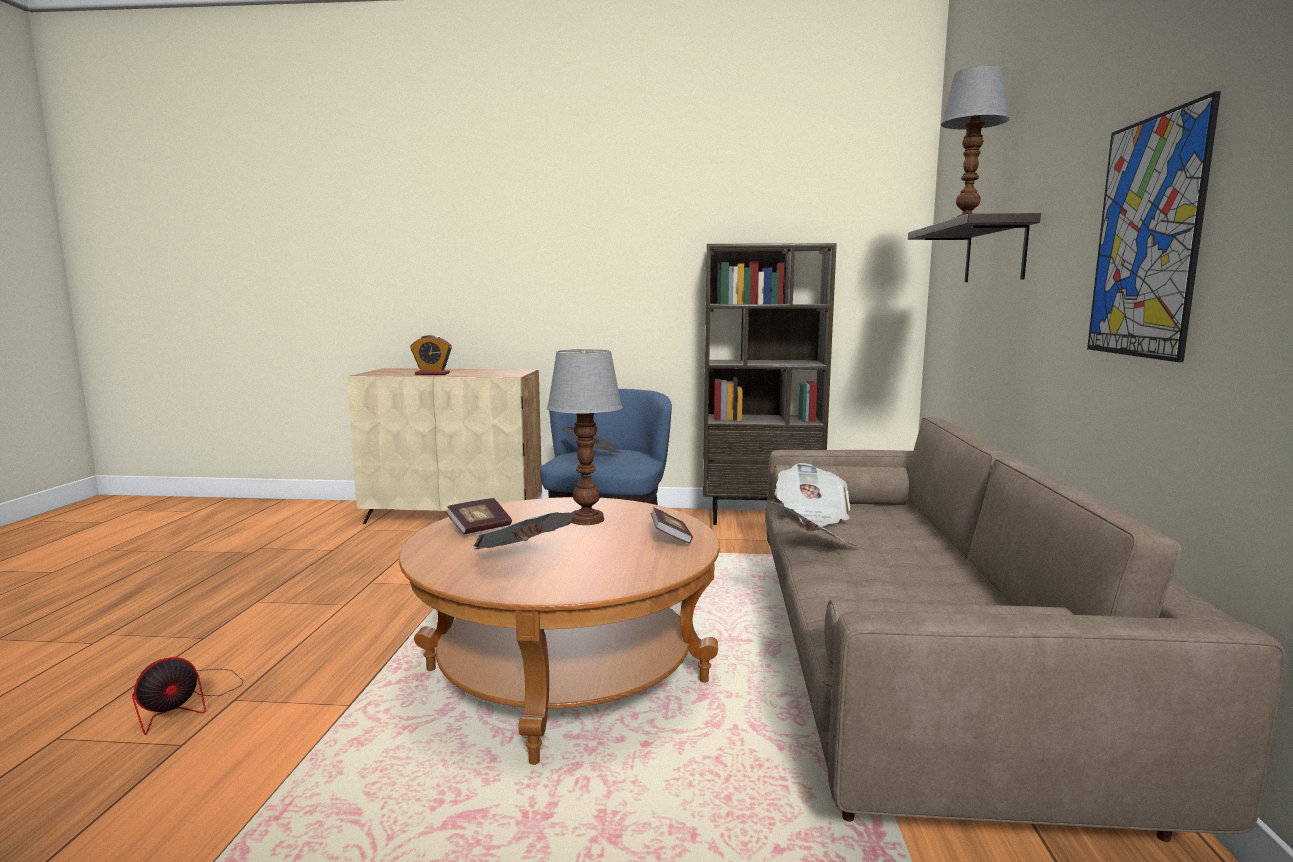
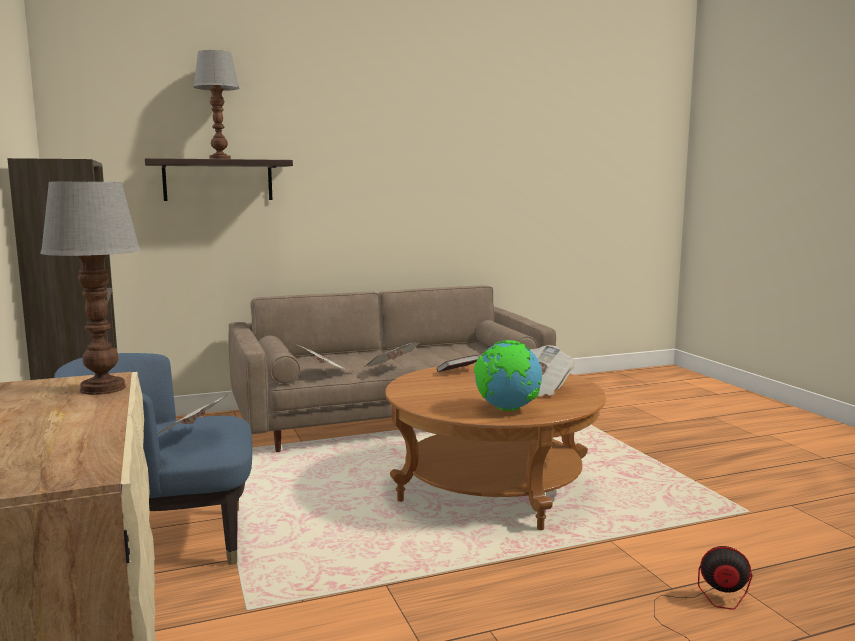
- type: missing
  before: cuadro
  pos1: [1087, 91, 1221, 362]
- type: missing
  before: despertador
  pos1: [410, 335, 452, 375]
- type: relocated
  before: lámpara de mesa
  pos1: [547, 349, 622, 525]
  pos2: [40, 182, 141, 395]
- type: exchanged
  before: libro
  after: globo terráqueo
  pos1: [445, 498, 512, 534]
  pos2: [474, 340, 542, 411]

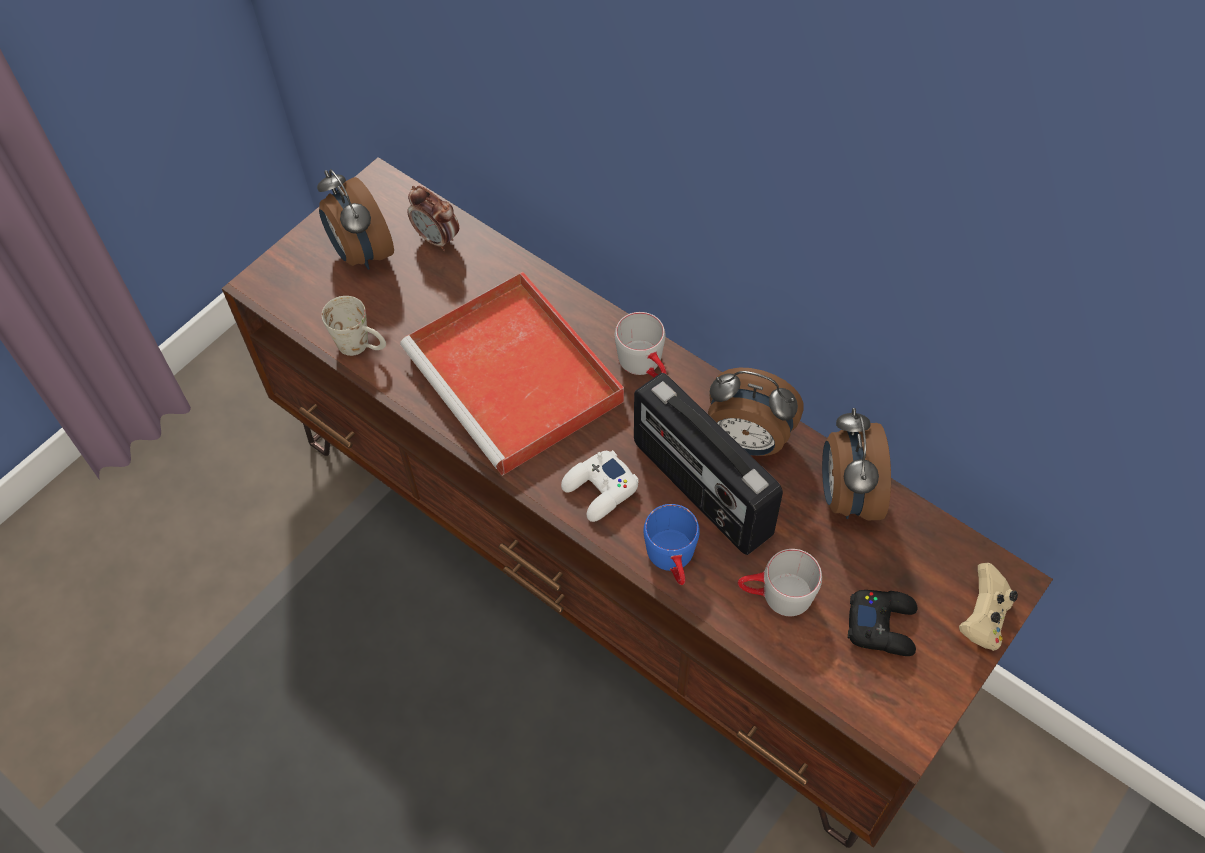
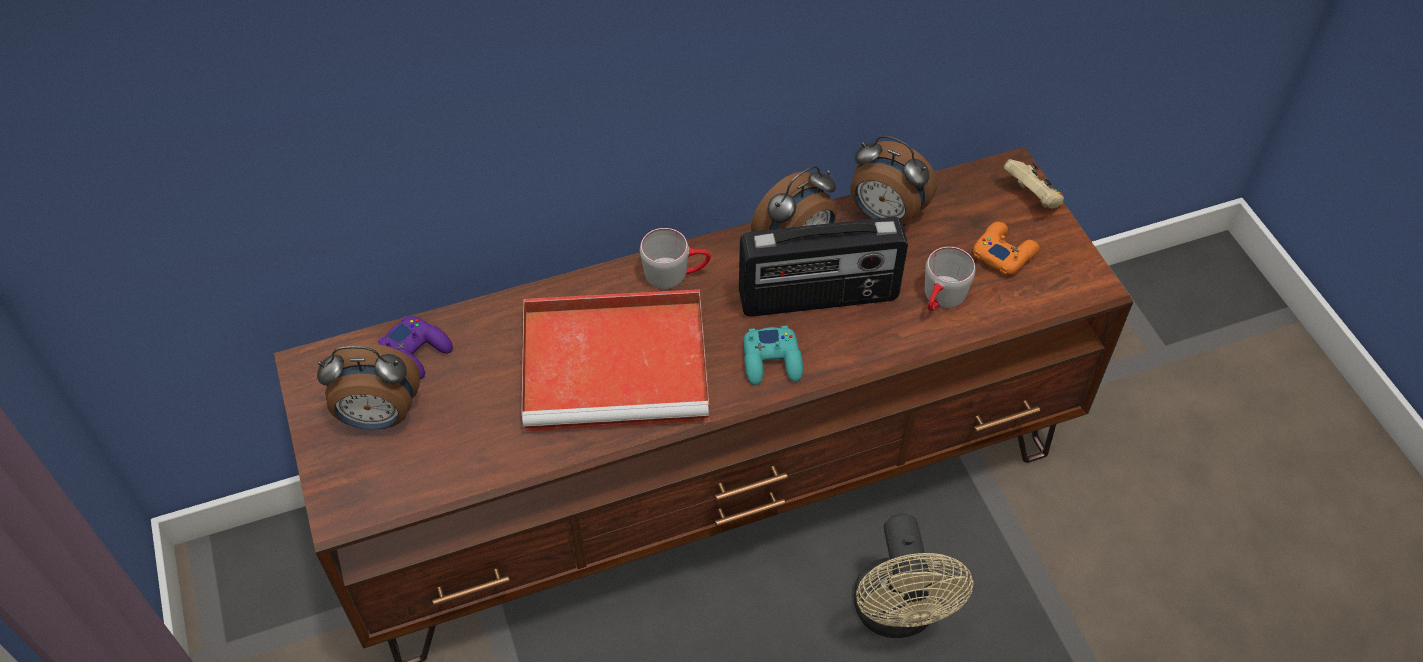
- type: exchanged
  before: despertador
  after: mando de consola (morado)
  pos1: [407, 186, 459, 251]
  pos2: [378, 316, 453, 379]
- type: missing
  before: taza grande (blanco)
  pos1: [322, 296, 386, 356]
- type: colour
  before: mando de consola (blanco)
  after: mando de consola (turquesa)
  pos1: [561, 450, 639, 522]
  pos2: [743, 326, 803, 385]
- type: missing
  before: taza grande (azul)
  pos1: [644, 504, 700, 585]
- type: colour
  before: mando de consola (negro)
  after: mando de consola (naranja)
  pos1: [848, 590, 918, 656]
  pos2: [973, 222, 1040, 275]
- type: appeared
  after: ventilador (beis)
  pos2: [854, 514, 973, 638]

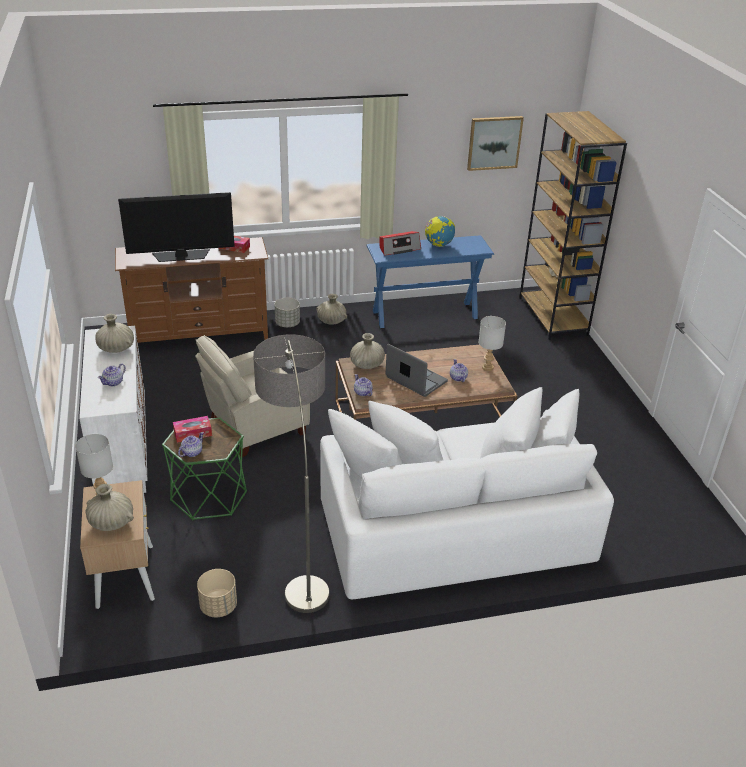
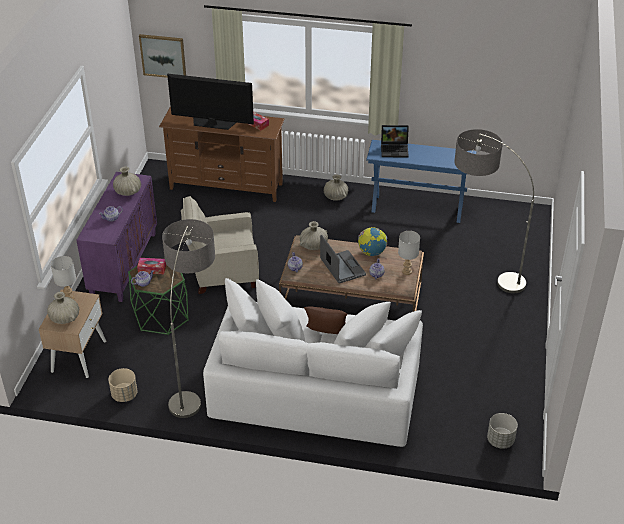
- type: missing
  before: estantería (marrón)
  pos1: [519, 111, 627, 340]
- type: relocated
  before: cuadro
  pos1: [467, 116, 524, 171]
  pos2: [139, 34, 186, 78]
- type: relocated
  before: globo terráqueo
  pos1: [425, 216, 455, 247]
  pos2: [358, 227, 387, 256]
- type: exchanged
  before: radio
  after: portátil
  pos1: [379, 231, 421, 256]
  pos2: [381, 125, 409, 158]
- type: relocated
  before: maceta (gris)
  pos1: [275, 298, 300, 327]
  pos2: [487, 413, 518, 448]
- type: colour
  before: armario (blanco)
  after: armario (morado)
  pos1: [79, 326, 148, 493]
  pos2: [76, 172, 157, 302]
- type: appeared
  after: lámpara de pie
  pos2: [454, 129, 534, 293]
- type: appeared
  after: cojín (marrón)
  pos2: [304, 306, 347, 334]

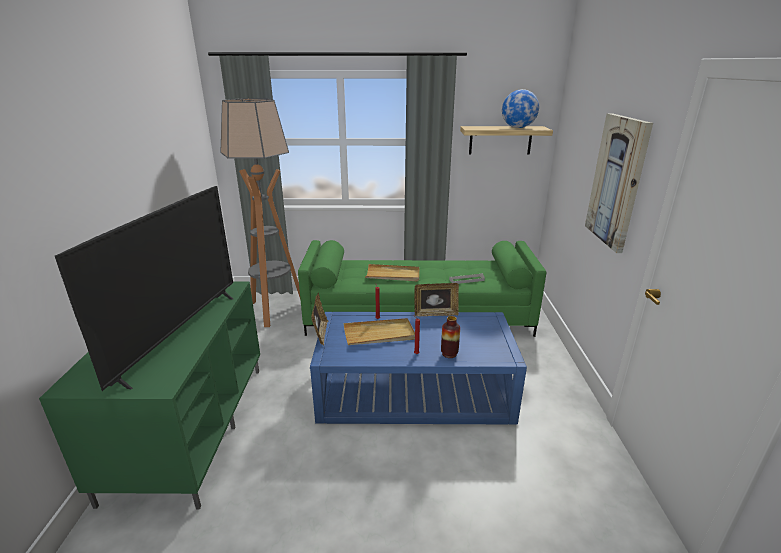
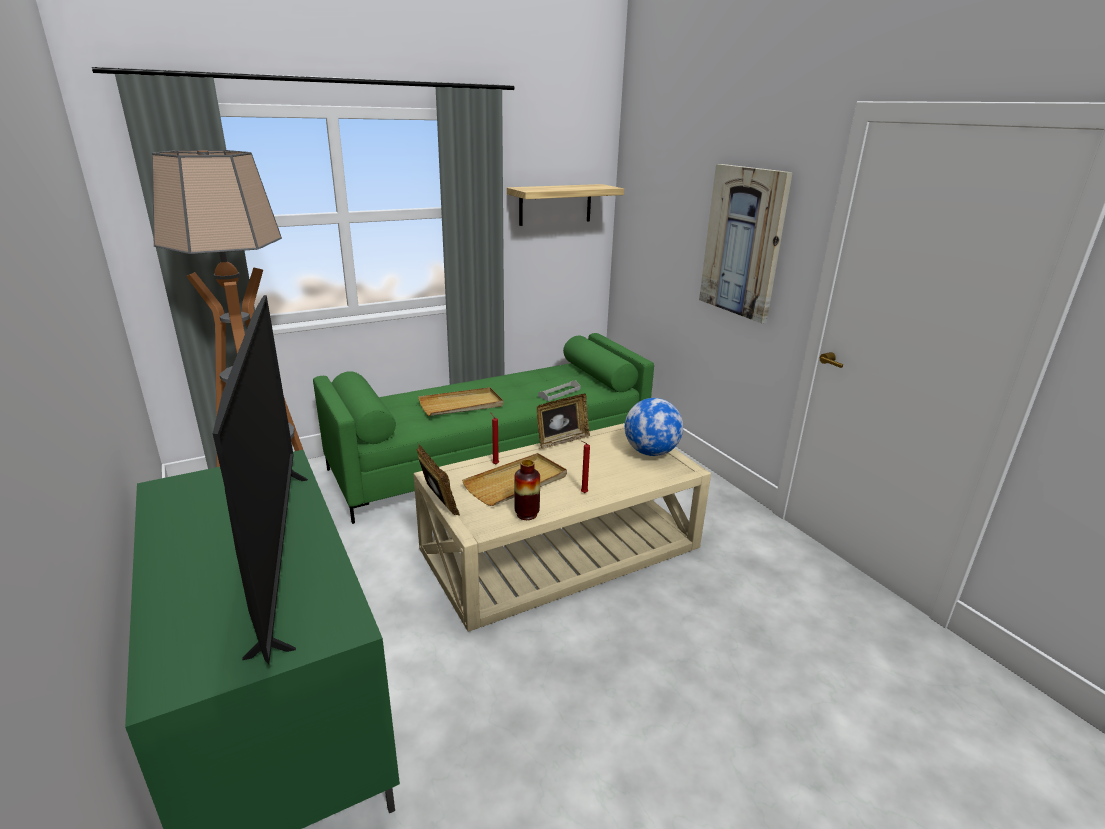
- type: relocated
  before: globo terráqueo
  pos1: [502, 89, 539, 128]
  pos2: [625, 398, 683, 456]
- type: colour
  before: mesa de centro (azul)
  after: mesa de centro (beis)
  pos1: [310, 312, 527, 424]
  pos2: [414, 423, 711, 632]
- type: relocated
  before: florero
  pos1: [441, 316, 460, 358]
  pos2: [514, 459, 540, 520]

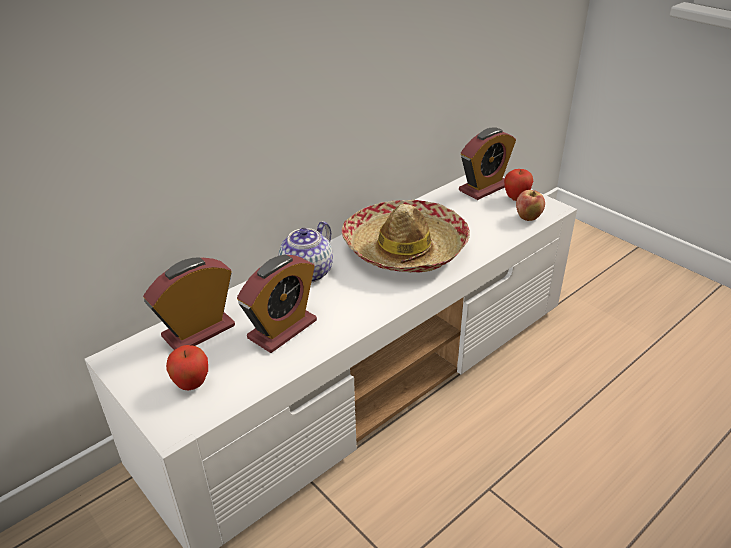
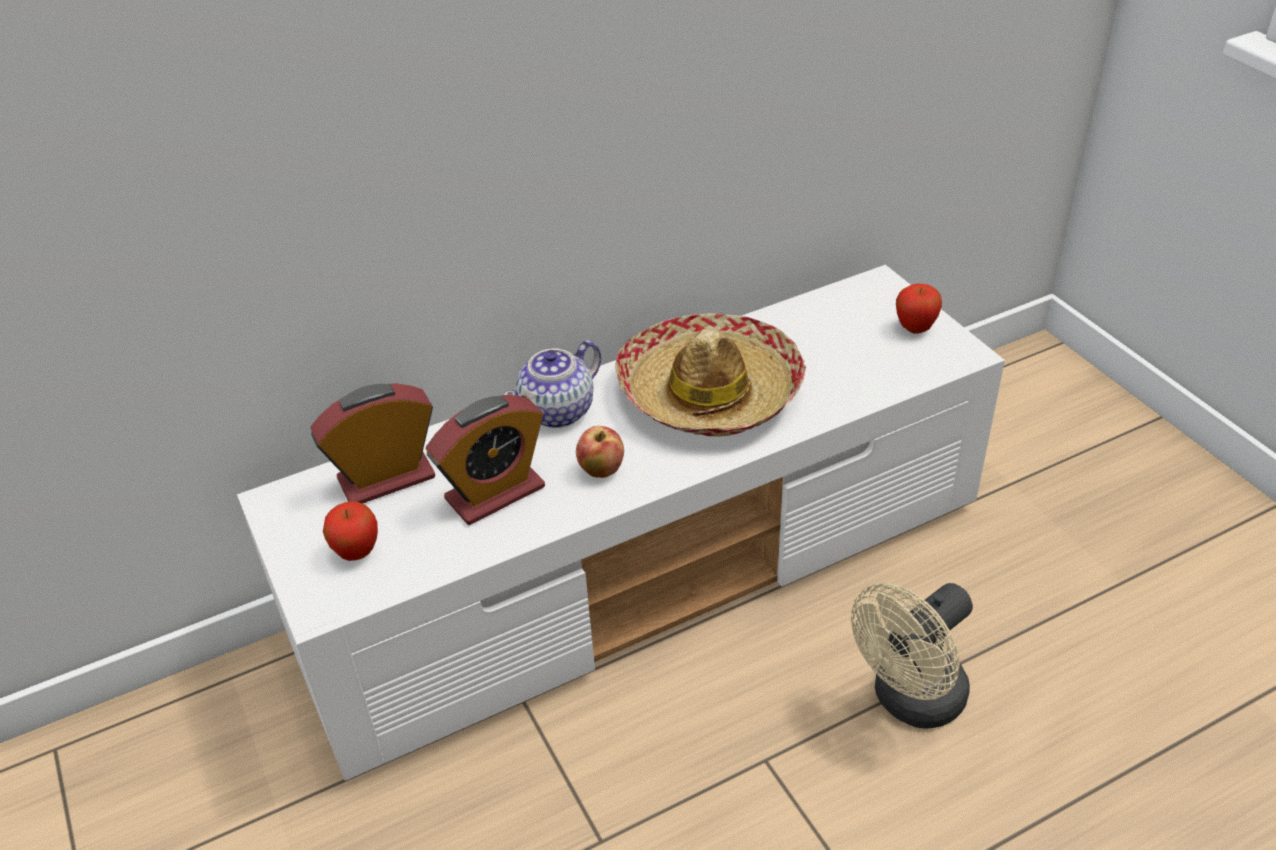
- type: missing
  before: despertador
  pos1: [459, 127, 516, 200]
- type: relocated
  before: manzana
  pos1: [516, 190, 545, 221]
  pos2: [576, 426, 624, 478]
- type: appeared
  after: ventilador (beis)
  pos2: [851, 583, 973, 729]

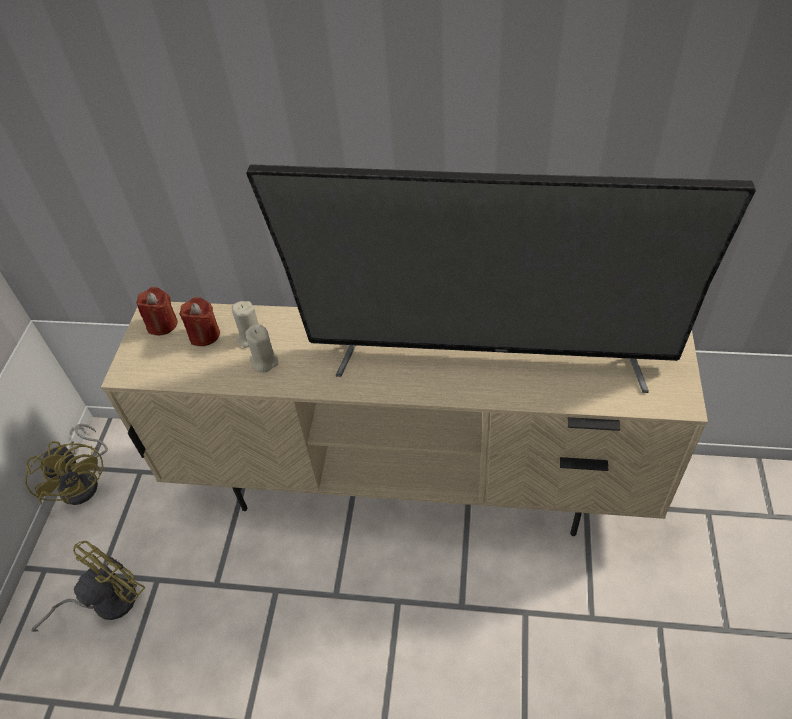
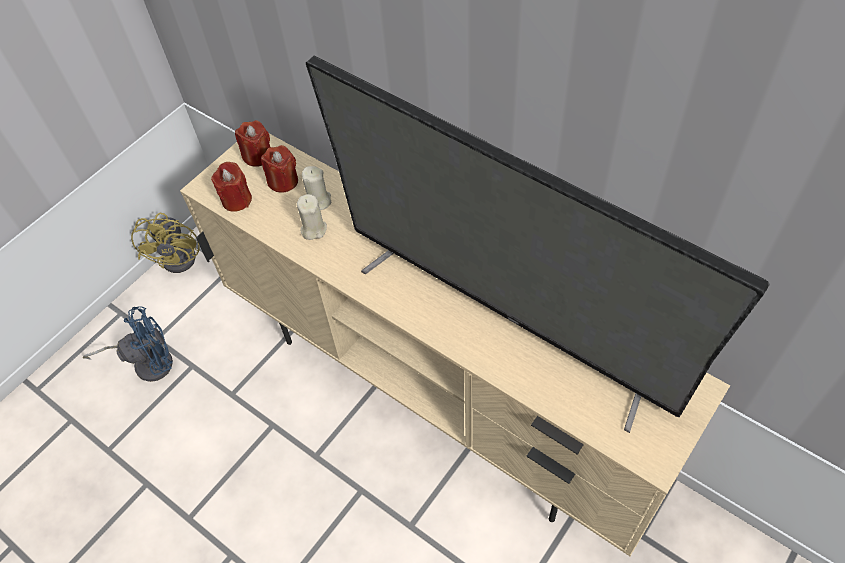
- type: colour
  before: ventilador (amarillo)
  after: ventilador (azul)
  pos1: [31, 541, 145, 632]
  pos2: [83, 306, 173, 382]
- type: appeared
  after: vela (rojo)
  pos2: [211, 162, 252, 212]

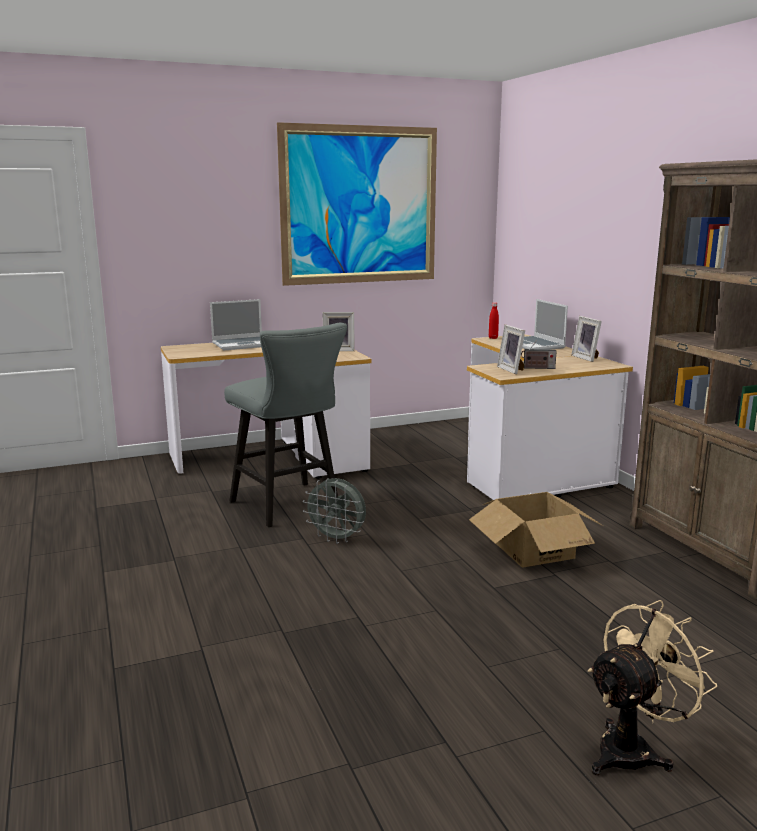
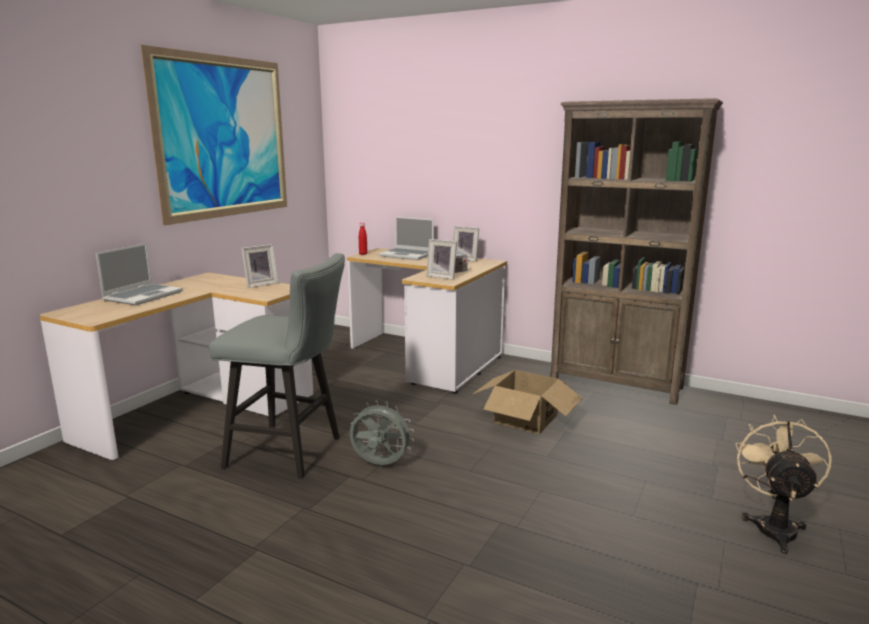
- type: spun
  before: ventilador (gris)
  pos1: [303, 478, 366, 544]
  pos2: [350, 401, 414, 465]
  turn: -150

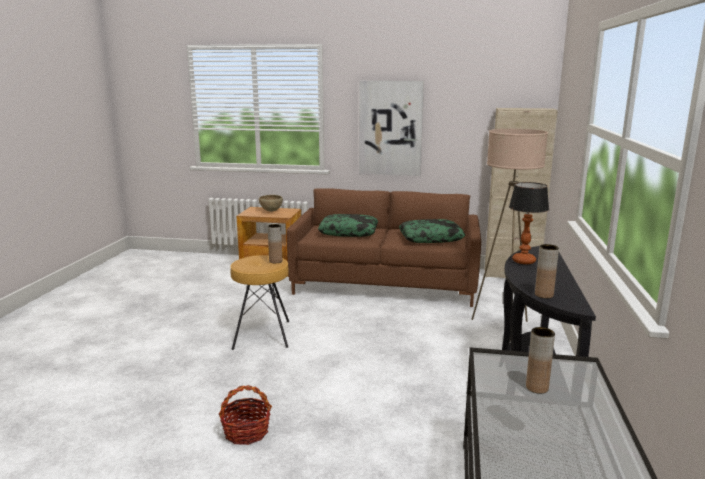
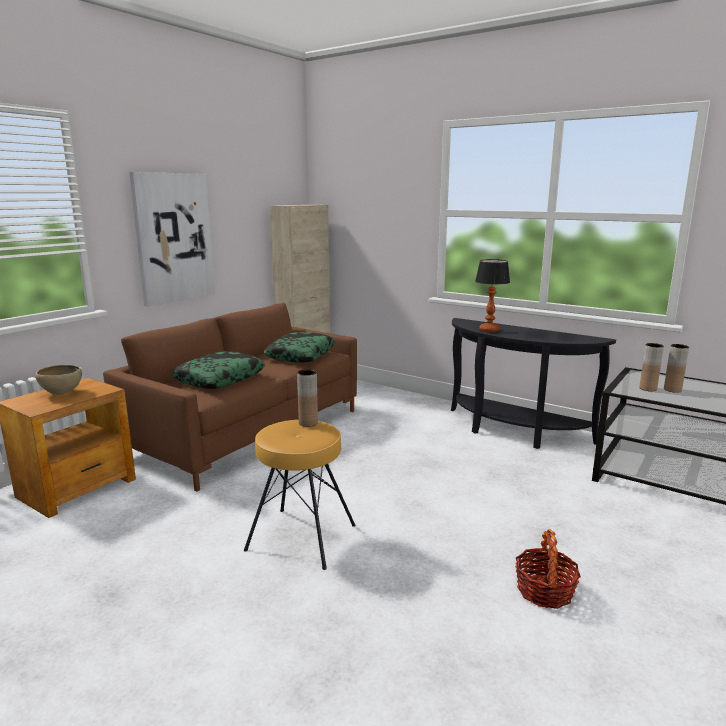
- type: missing
  before: lámpara de pie (beis)
  pos1: [471, 129, 548, 341]
- type: relocated
  before: florero (marrón)
  pos1: [535, 244, 559, 298]
  pos2: [639, 343, 664, 391]

